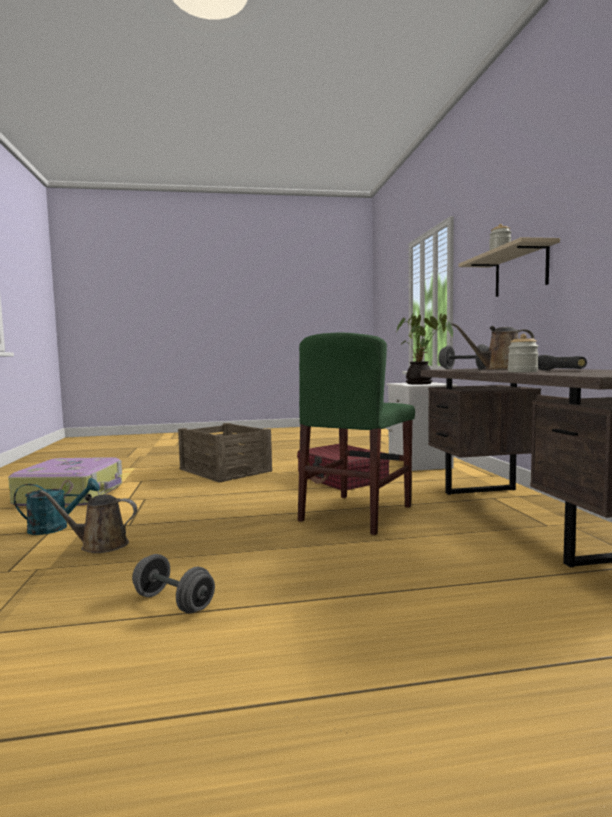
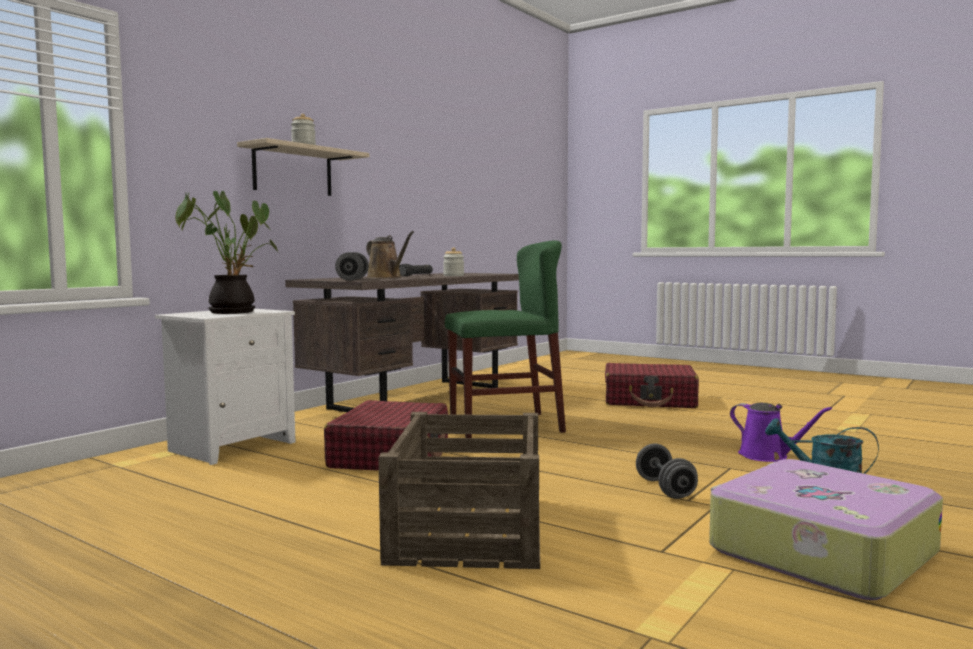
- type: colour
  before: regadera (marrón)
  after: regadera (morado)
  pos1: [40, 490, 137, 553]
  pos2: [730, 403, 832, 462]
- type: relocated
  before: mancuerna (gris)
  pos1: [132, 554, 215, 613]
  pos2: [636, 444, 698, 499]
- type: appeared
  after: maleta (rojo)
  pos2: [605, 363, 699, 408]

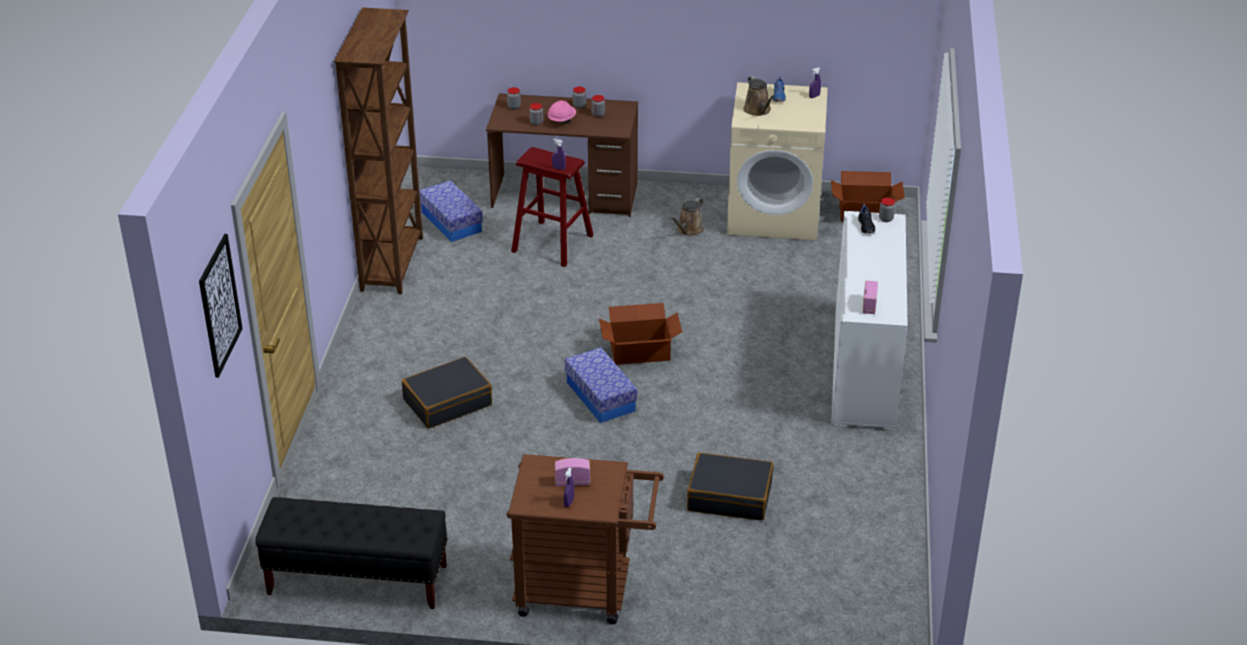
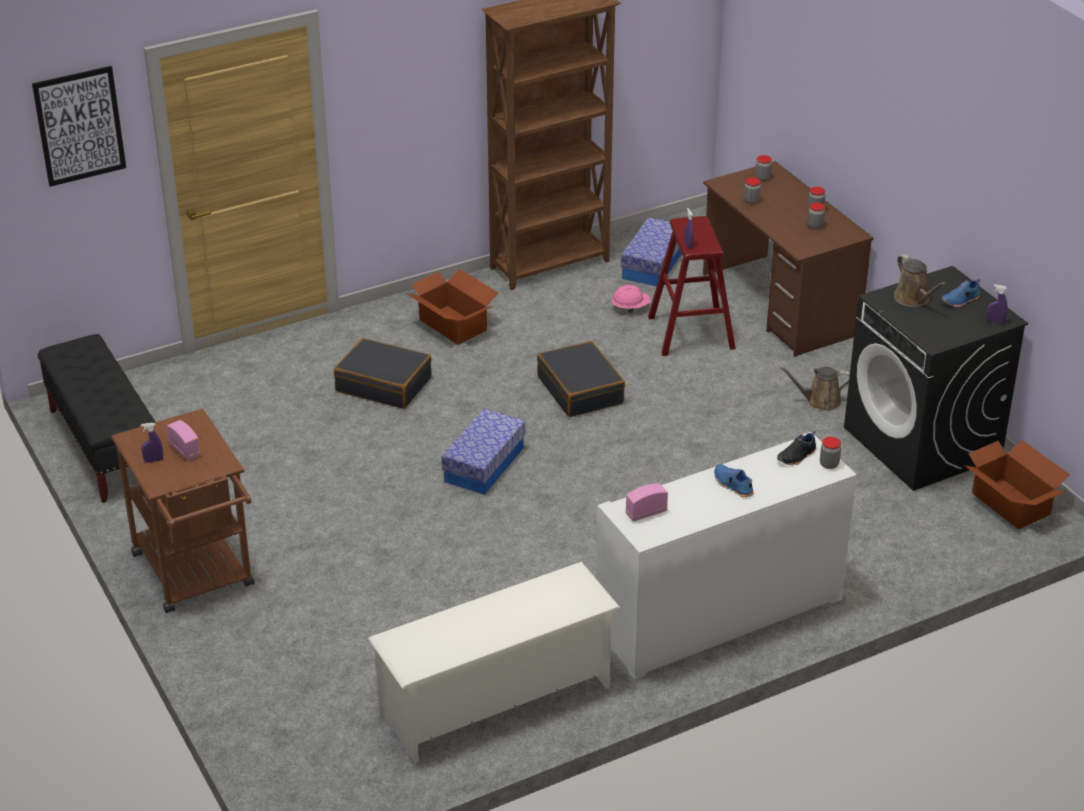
- type: spun
  before: regadera (marrón)
  pos1: [744, 76, 775, 116]
  pos2: [894, 254, 946, 307]
  turn: -60
- type: colour
  before: lavadora (beis)
  after: lavadora (negro)
  pos1: [727, 82, 828, 241]
  pos2: [844, 266, 1028, 491]
- type: relocated
  before: casco (rosa)
  pos1: [547, 100, 576, 123]
  pos2: [611, 285, 651, 313]
- type: relocated
  before: caja de cartón
  pos1: [599, 303, 682, 365]
  pos2: [406, 269, 498, 345]
- type: relocated
  before: maleta (negro)
  pos1: [687, 453, 774, 521]
  pos2: [537, 341, 625, 417]
- type: appeared
  after: zapato (azul)
  pos2: [714, 464, 754, 497]
- type: appeared
  after: zapatero (blanco)
  pos2: [368, 562, 621, 763]

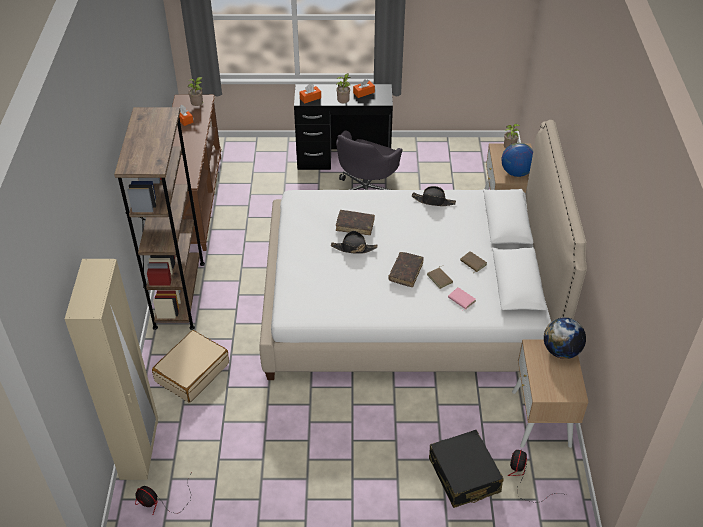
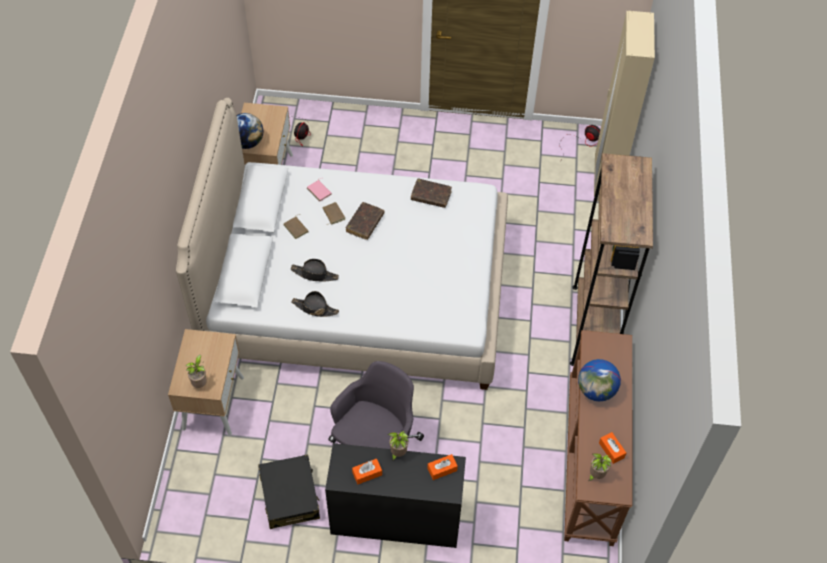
- type: relocated
  before: globo terráqueo
  pos1: [501, 143, 533, 177]
  pos2: [578, 359, 621, 402]
- type: relocated
  before: libro (marrón)
  pos1: [336, 210, 375, 235]
  pos2: [411, 179, 452, 208]
- type: relocated
  before: sombrero (negro)
  pos1: [331, 231, 378, 254]
  pos2: [291, 259, 339, 282]
- type: missing
  before: maleta (beis)
  pos1: [152, 330, 229, 403]
- type: relocated
  before: maleta (negro)
  pos1: [429, 430, 504, 508]
  pos2: [258, 455, 320, 529]

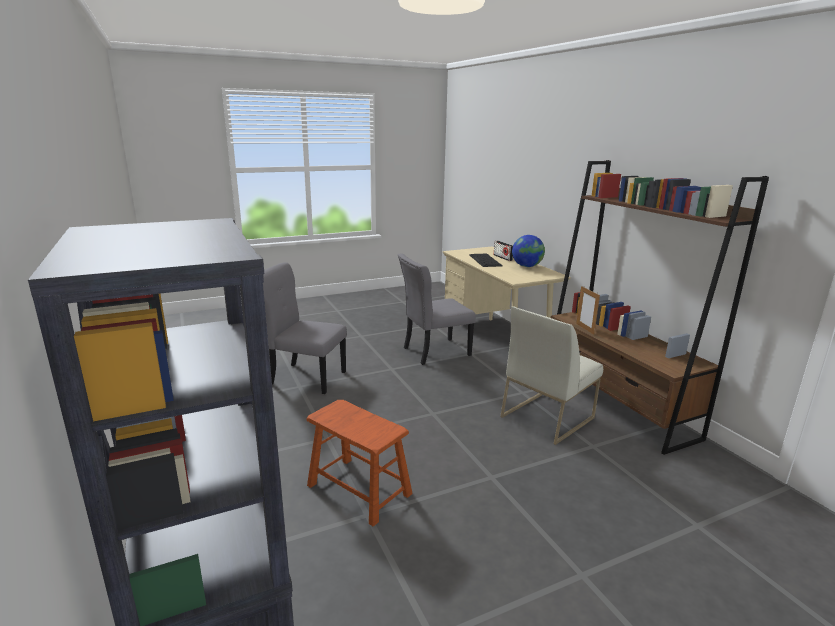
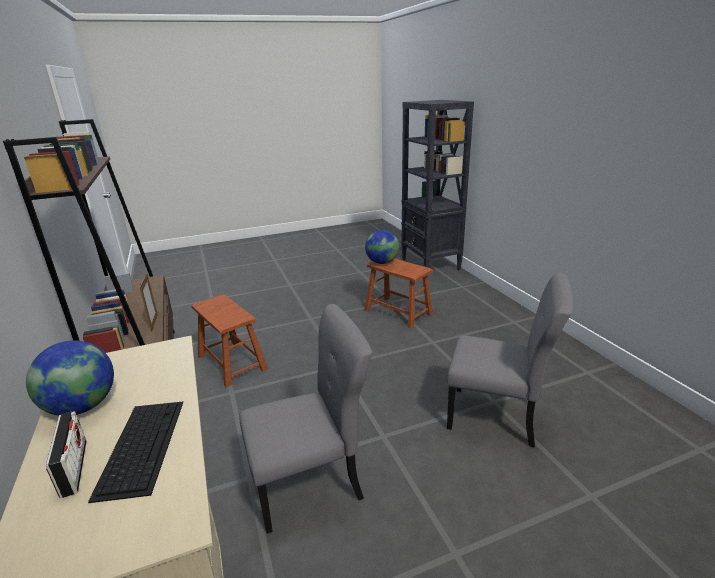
- type: exchanged
  before: silla (blanco)
  after: taburete (marrón)
  pos1: [500, 306, 603, 445]
  pos2: [191, 295, 268, 387]
- type: appeared
  after: globo terráqueo
  pos2: [365, 230, 399, 264]

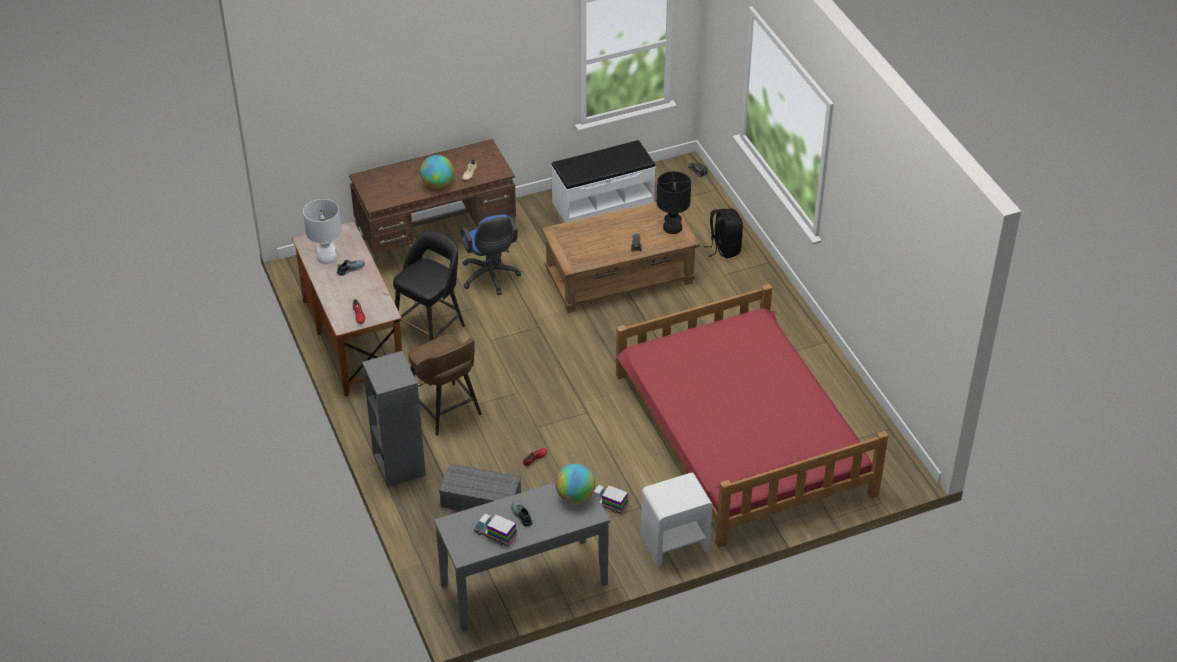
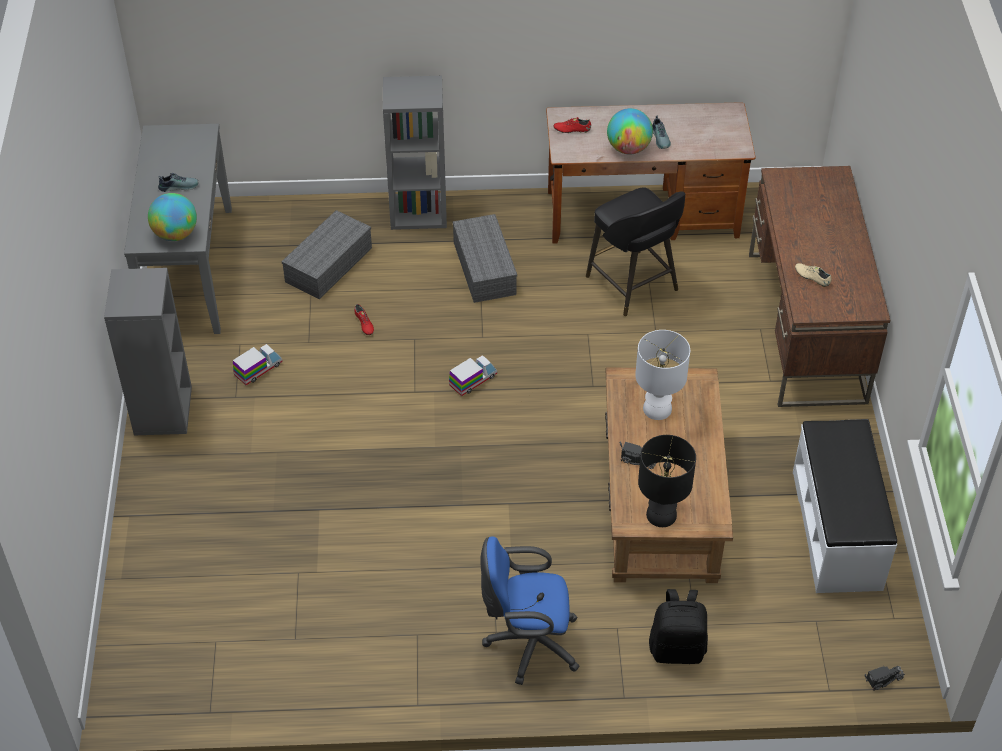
- type: relocated
  before: globo terráqueo
  pos1: [420, 155, 454, 189]
  pos2: [607, 108, 653, 155]
- type: relocated
  before: lámpara de mesa (blanco)
  pos1: [303, 199, 341, 264]
  pos2: [635, 330, 690, 420]
- type: relocated
  before: silla de oficina (azul)
  pos1: [460, 215, 521, 295]
  pos2: [480, 536, 579, 685]
- type: missing
  before: cama (rojo)
  pos1: [616, 284, 889, 548]
- type: exchanged
  before: taburete (marrón)
  after: caja de almacenaje (gris)
  pos1: [408, 334, 482, 436]
  pos2: [453, 214, 517, 303]
- type: exchanged
  before: mesita de noche (blanco)
  after: estantería (gris)
  pos1: [640, 473, 713, 568]
  pos2: [104, 268, 192, 435]
- type: relocated
  before: camión de juguete
  pos1: [474, 514, 517, 546]
  pos2: [449, 355, 497, 396]

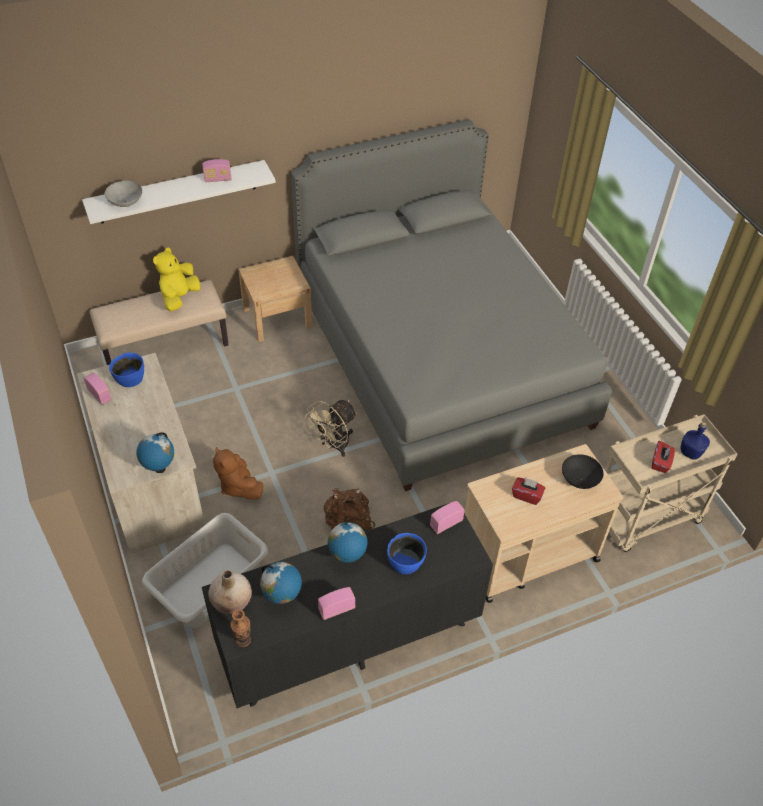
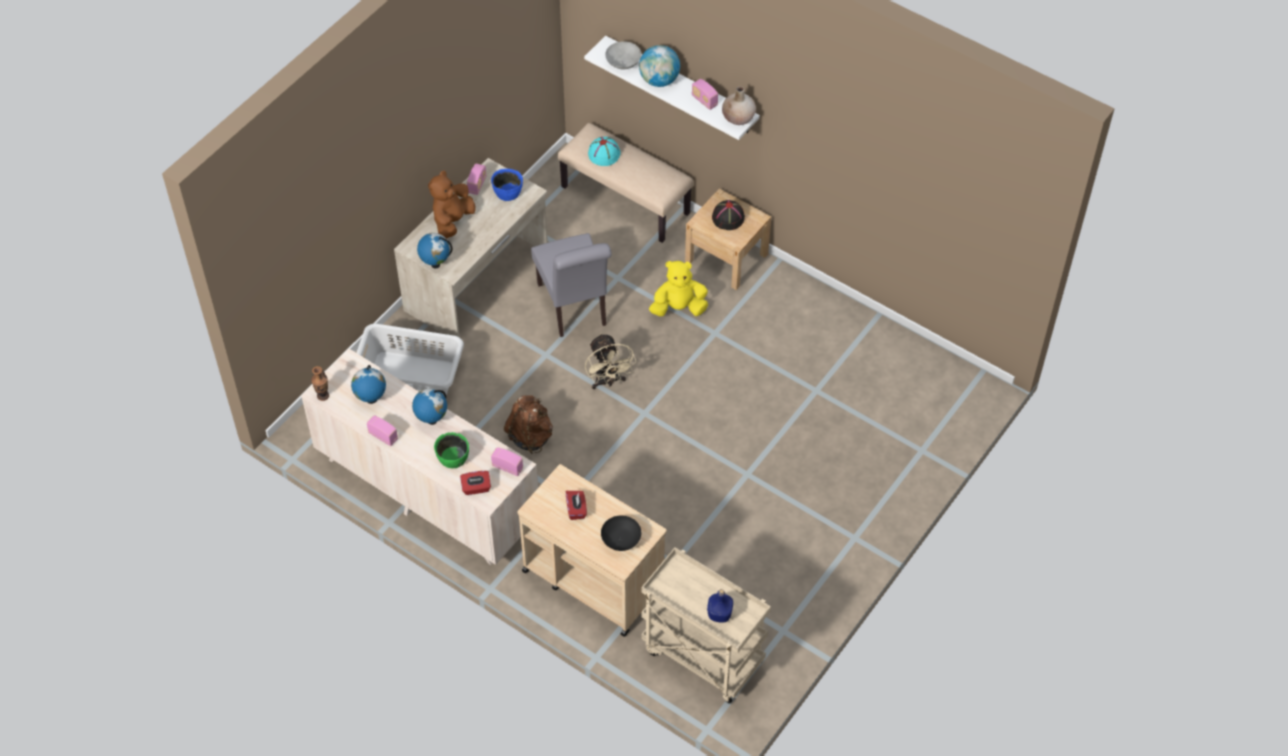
- type: missing
  before: cama (gris)
  pos1: [291, 119, 612, 491]
- type: relocated
  before: peluche (amarillo)
  pos1: [153, 247, 201, 311]
  pos2: [649, 261, 708, 316]
- type: spun
  before: ventilador (beis)
  pos1: [305, 400, 357, 457]
  pos2: [585, 333, 636, 389]
  turn: -120
- type: relocated
  before: caja de pañuelos (rojo)
  pos1: [652, 441, 675, 473]
  pos2: [460, 471, 491, 495]
- type: relocated
  before: peluche (marrón)
  pos1: [213, 447, 263, 499]
  pos2: [428, 171, 475, 239]
- type: colour
  before: cómoda (negro)
  after: cómoda (beis)
  pos1: [202, 503, 493, 708]
  pos2: [301, 349, 538, 565]
- type: colour
  before: cuenco (azul)
  after: cuenco (verde)
  pos1: [387, 533, 427, 574]
  pos2: [434, 432, 469, 468]
- type: relocated
  before: florero (beis)
  pos1: [209, 570, 252, 614]
  pos2: [722, 86, 756, 125]
- type: appeared
  after: globo terráqueo
  pos2: [639, 45, 680, 87]
- type: appeared
  after: sombrero (turquesa)
  pos2: [588, 137, 621, 166]
- type: appeared
  after: sombrero (negro)
  pos2: [712, 200, 745, 230]
- type: appeared
  after: silla (gris)
  pos2: [531, 233, 612, 337]

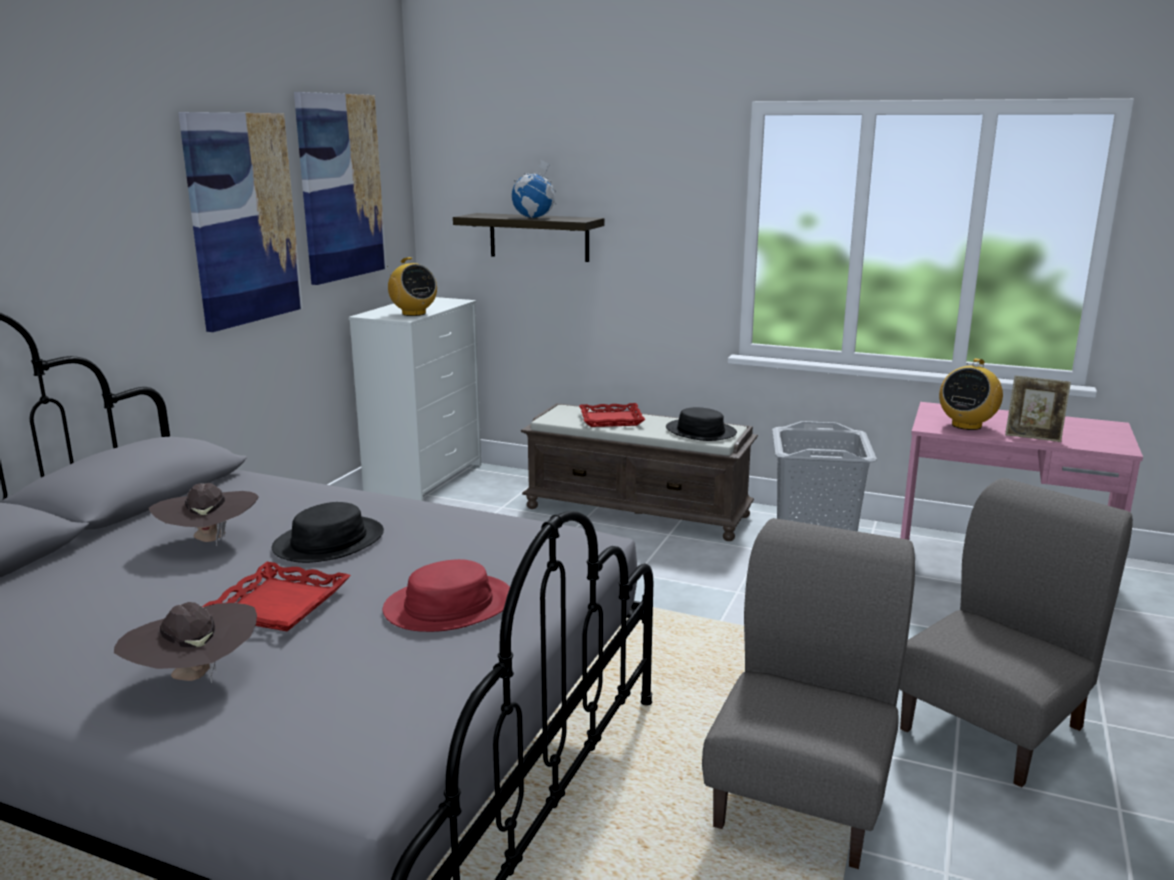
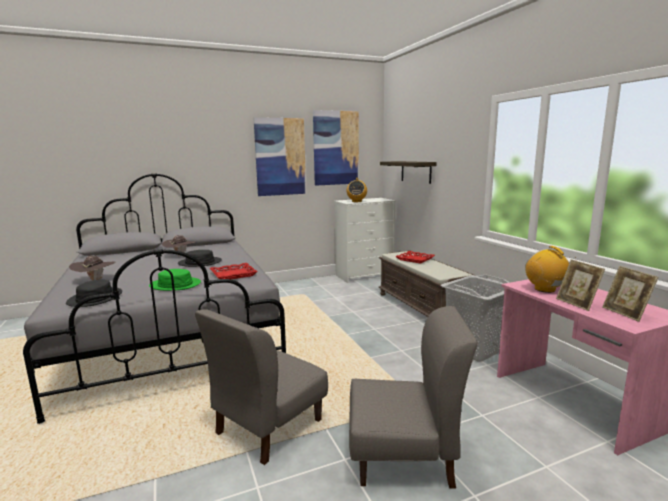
- type: missing
  before: globo terráqueo
  pos1: [512, 160, 556, 218]
- type: spun
  before: radio
  pos1: [939, 358, 1003, 430]
  pos2: [525, 246, 576, 293]
  turn: 75
- type: relocated
  before: sombrero (negro)
  pos1: [666, 407, 737, 441]
  pos2: [66, 280, 122, 307]
- type: spun
  before: silla (gris)
  pos1: [702, 518, 915, 869]
  pos2: [195, 309, 328, 465]
  turn: 150
- type: colour
  before: sombrero (rojo)
  after: sombrero (verde)
  pos1: [383, 559, 510, 632]
  pos2: [149, 269, 201, 291]
- type: relocated
  before: bandeja (rojo)
  pos1: [202, 562, 351, 631]
  pos2: [210, 263, 258, 279]
- type: appeared
  after: portarretratos
  pos2: [602, 266, 658, 322]

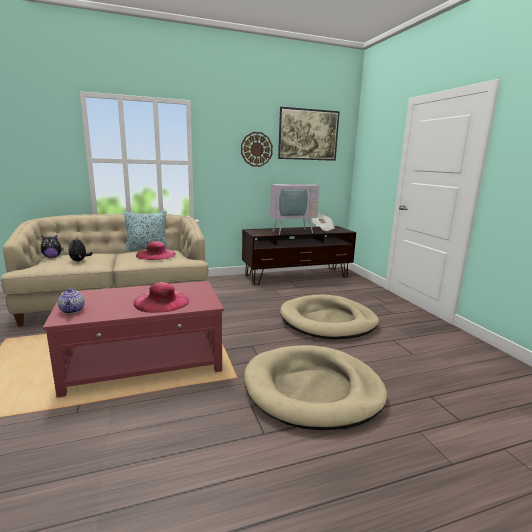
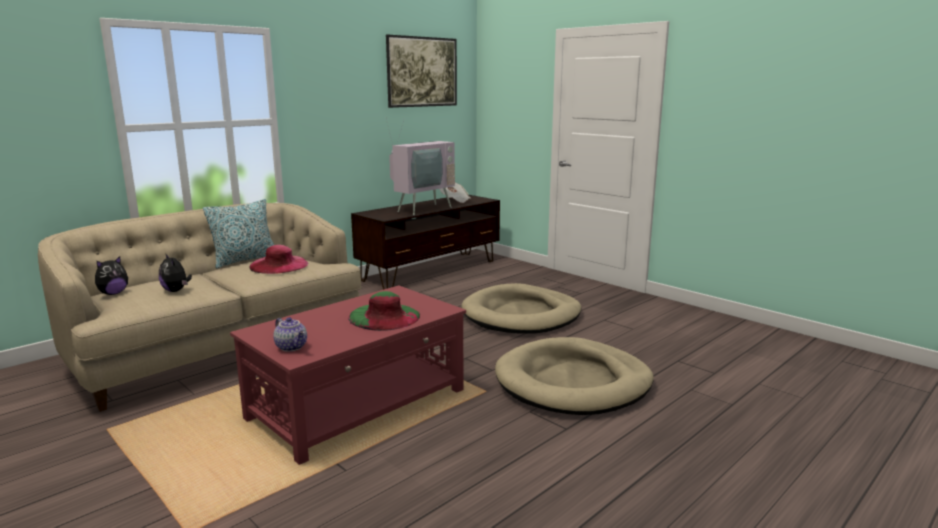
- type: missing
  before: reloj de pared
  pos1: [241, 132, 273, 167]
- type: colour
  before: sombrero (rosa)
  after: sombrero (verde)
  pos1: [134, 282, 189, 313]
  pos2: [348, 291, 420, 331]

